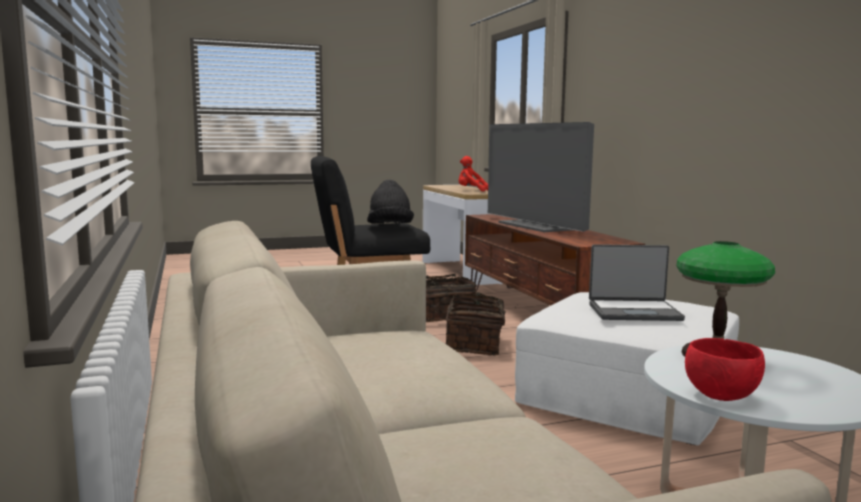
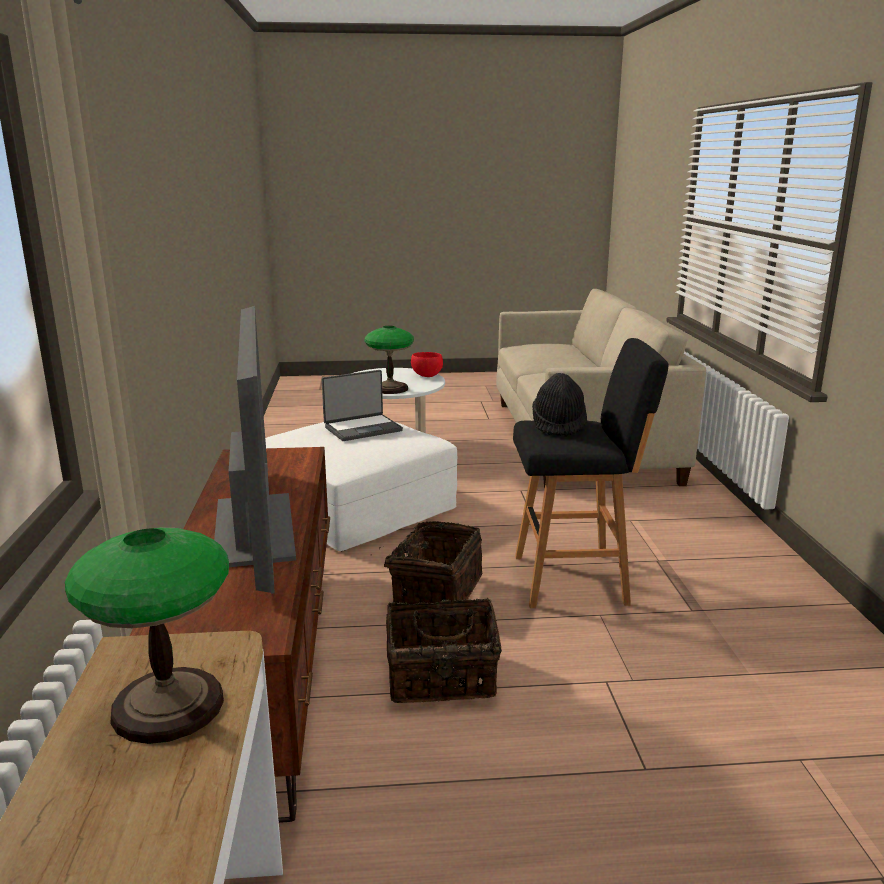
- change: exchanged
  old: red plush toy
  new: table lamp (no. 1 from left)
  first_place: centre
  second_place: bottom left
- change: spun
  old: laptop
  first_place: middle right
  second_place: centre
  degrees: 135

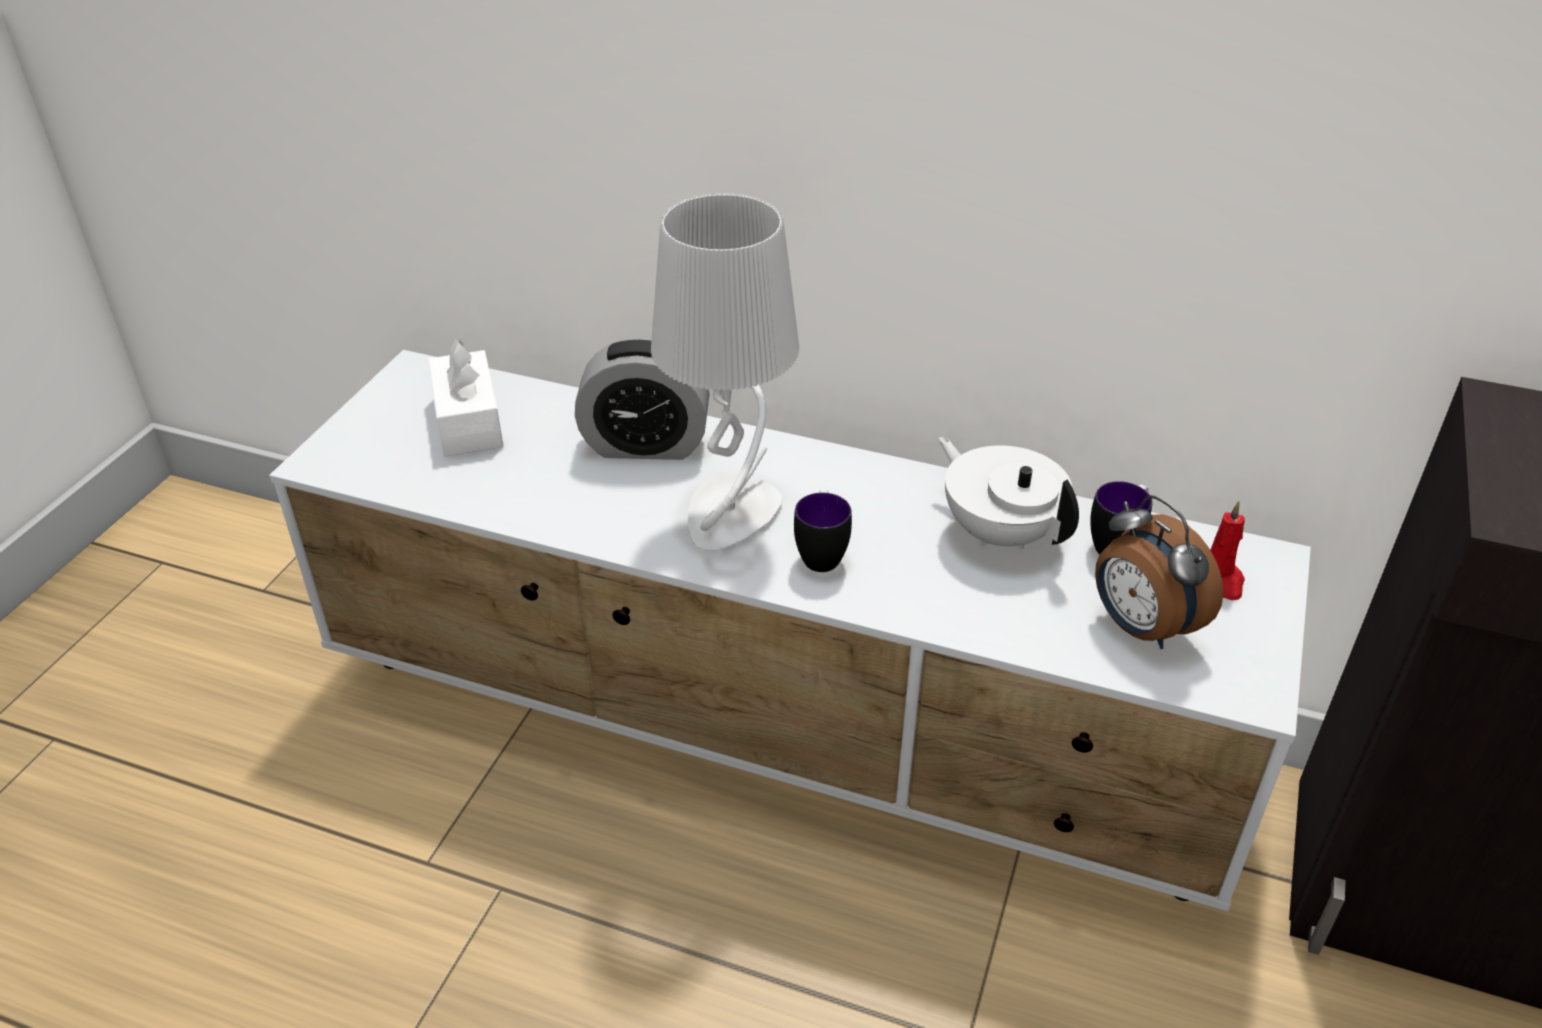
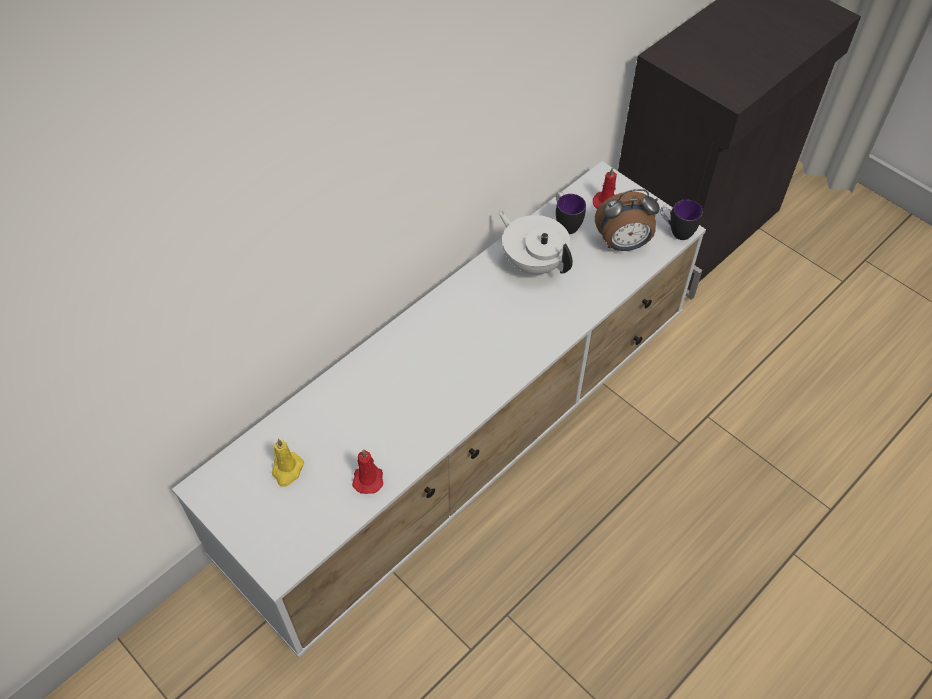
- change: exchanged
  old: white tissue box
  new: yellow candle
  first_place: middle left
  second_place: middle left
- change: missing
  old: alarm clock (no. 1 from left)
  first_place: centre
- change: missing
  old: grey table lamp
  first_place: centre
- change: relocated
  old: mug (no. 1 from left in the first image)
  new: mug (no. 2 from left)
  first_place: centre
  second_place: top right
- change: spun
  old: white teapot
  first_place: centre
  second_place: centre
  degrees: 60
- change: appeared
  new: red candle (no. 1 from left)
  second_place: bottom centre

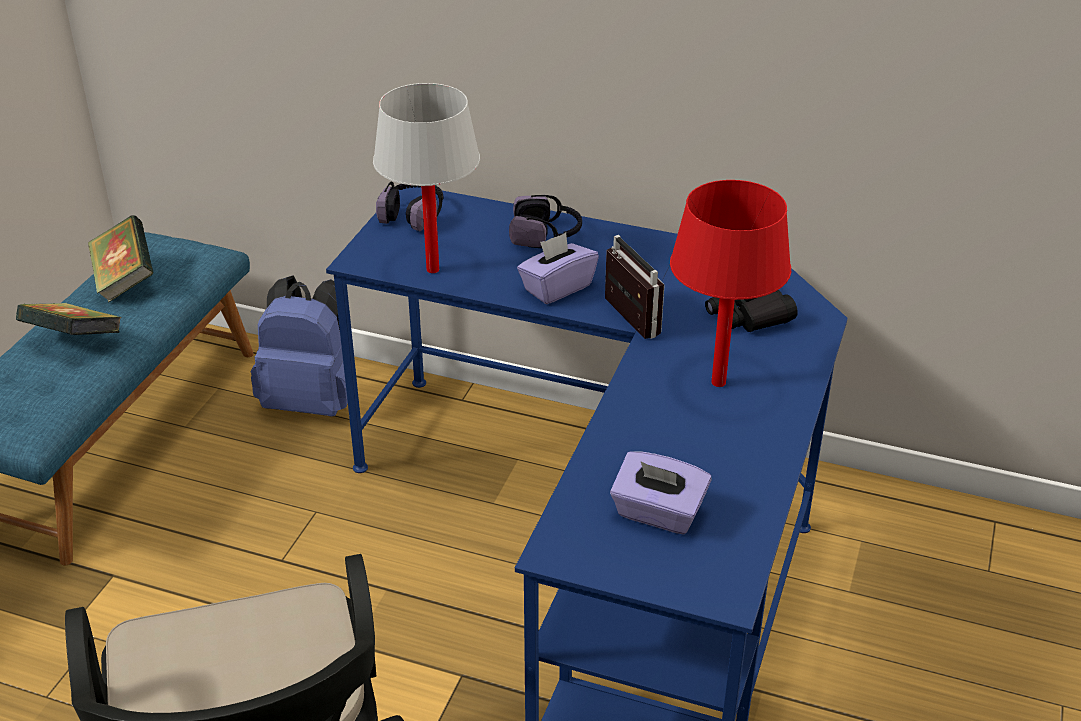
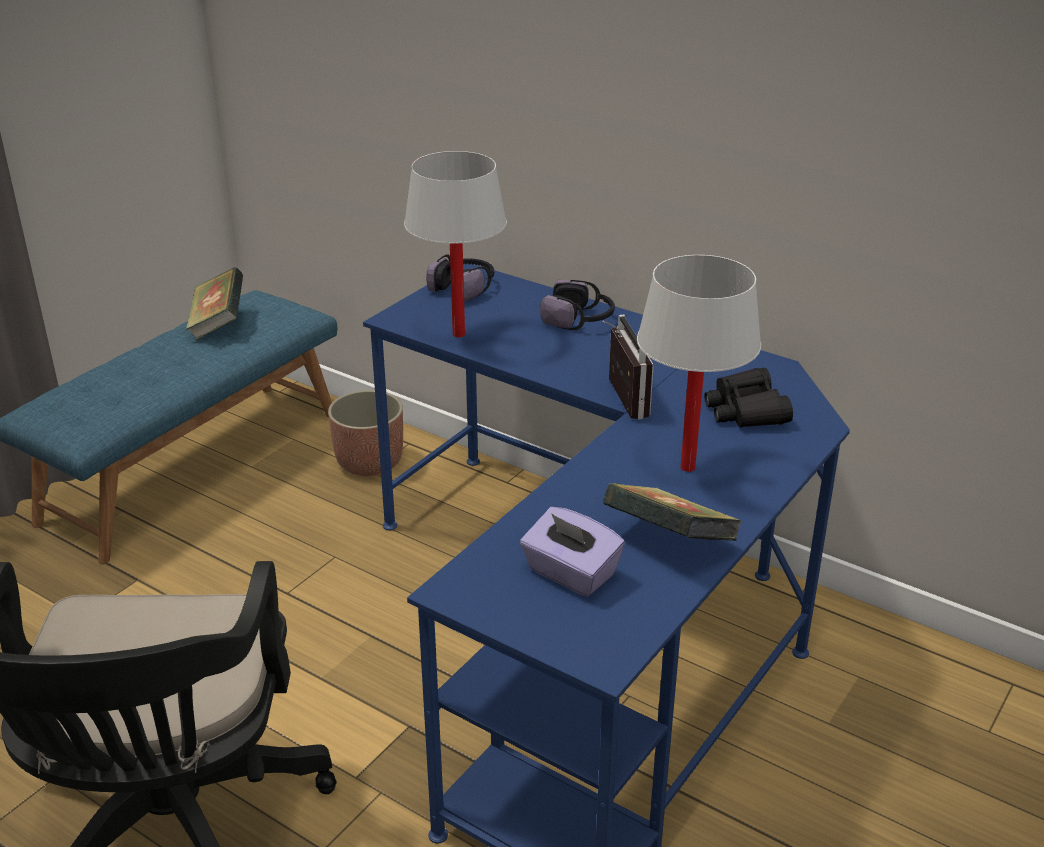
- change: relocated
  old: book (no. 1 from left in the first image)
  new: book (no. 2 from left)
  first_place: middle left
  second_place: centre
- change: exchanged
  old: blue backpack
  new: planter
  first_place: middle left
  second_place: centre
- change: missing
  old: purple tissue box (no. 1 from left)
  first_place: centre
- change: colour
  old: red table lamp
  new: white table lamp (no. 2 from left)
  first_place: middle right
  second_place: middle right

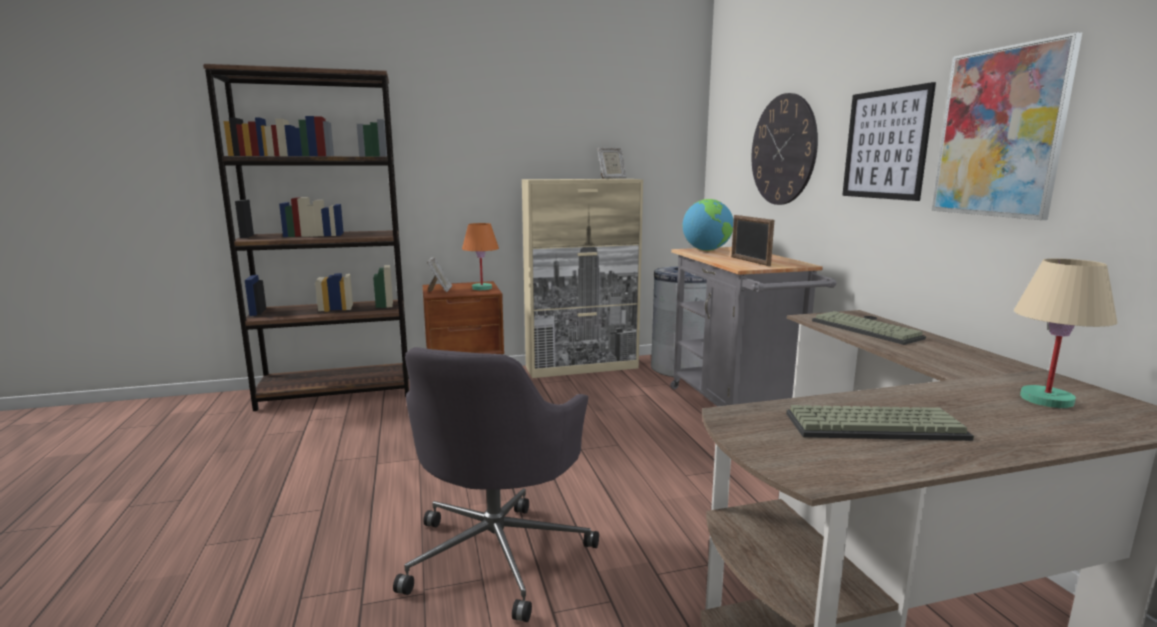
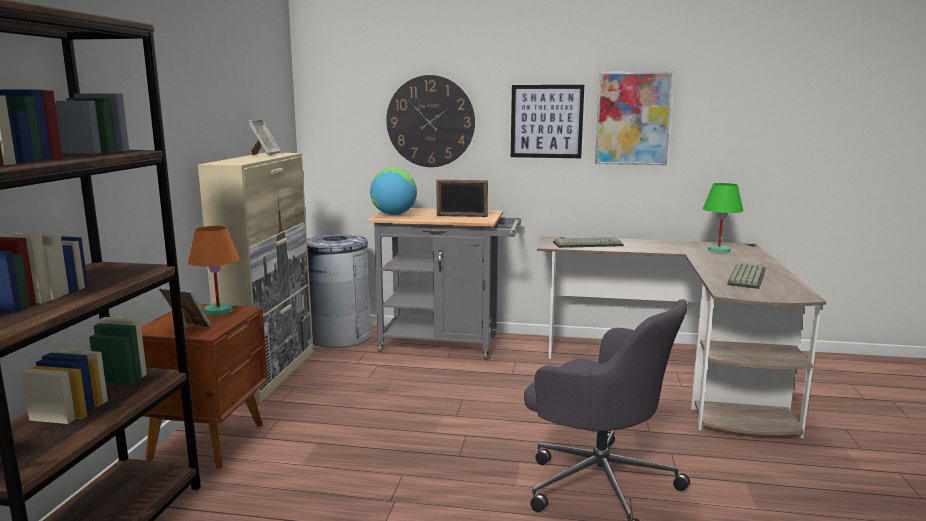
- change: colour
  old: beige table lamp
  new: green table lamp
  first_place: middle right
  second_place: middle right

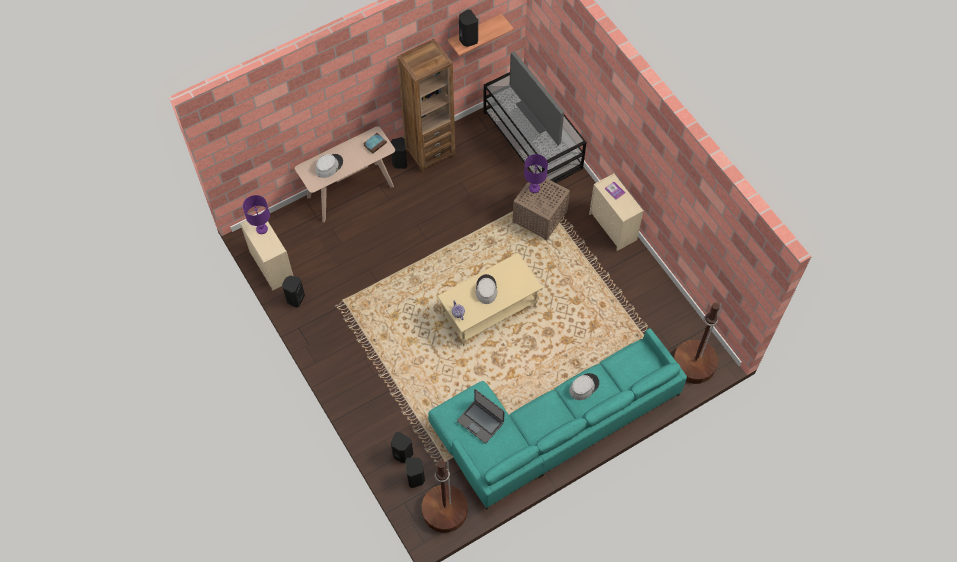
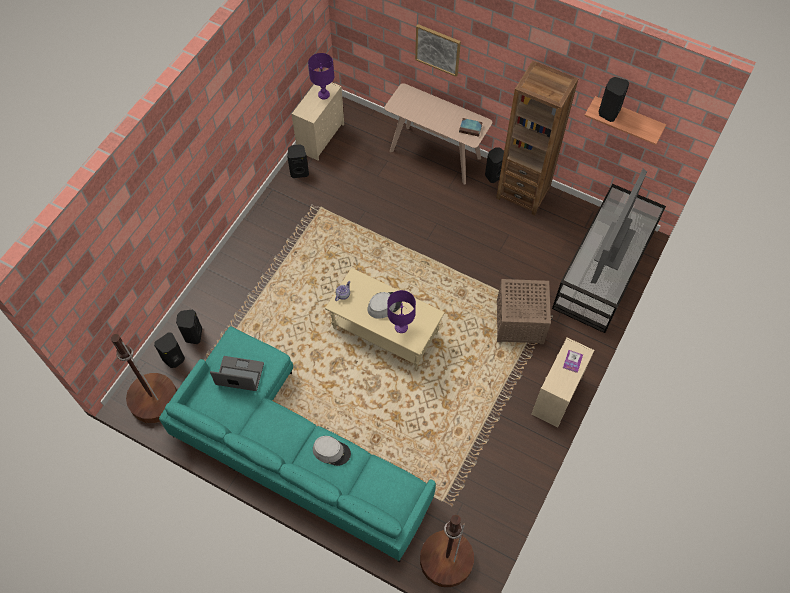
- change: missing
  old: grey hat (no. 1 from left)
  first_place: top centre
- change: spun
  old: laptop
  first_place: bottom centre
  second_place: middle left
  degrees: 90
- change: relocated
  old: purple table lamp (no. 2 from left)
  first_place: top centre
  second_place: centre
- change: appeared
  new: picture
  second_place: top centre

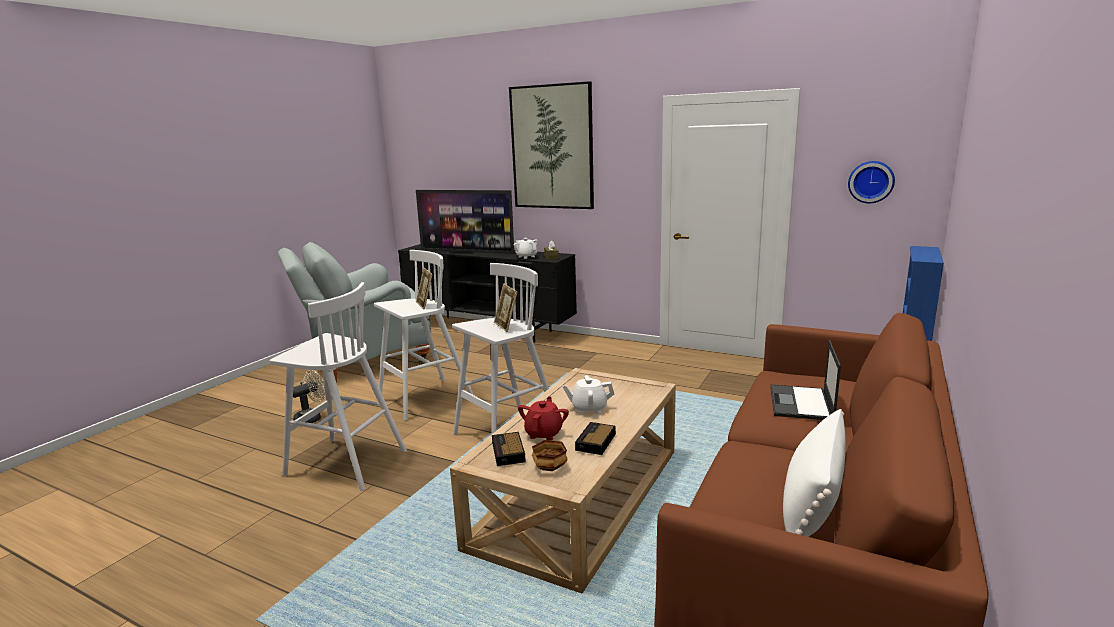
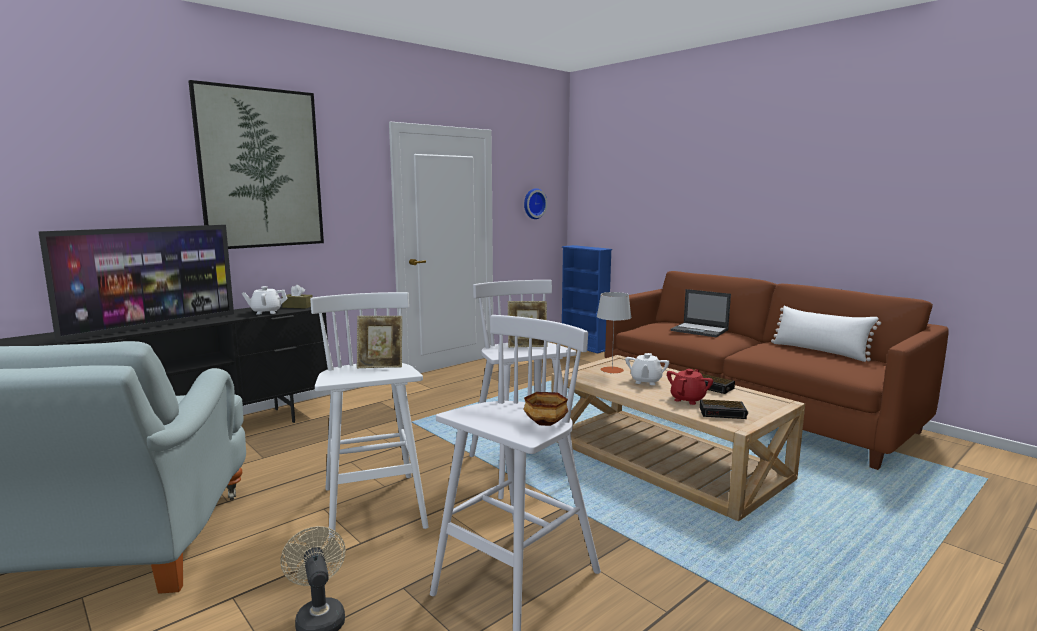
- change: spun
  old: red teapot
  first_place: bottom centre
  second_place: centre
  degrees: 90
- change: relocated
  old: bowl
  first_place: bottom centre
  second_place: centre
- change: appeared
  new: grey table lamp
  second_place: centre

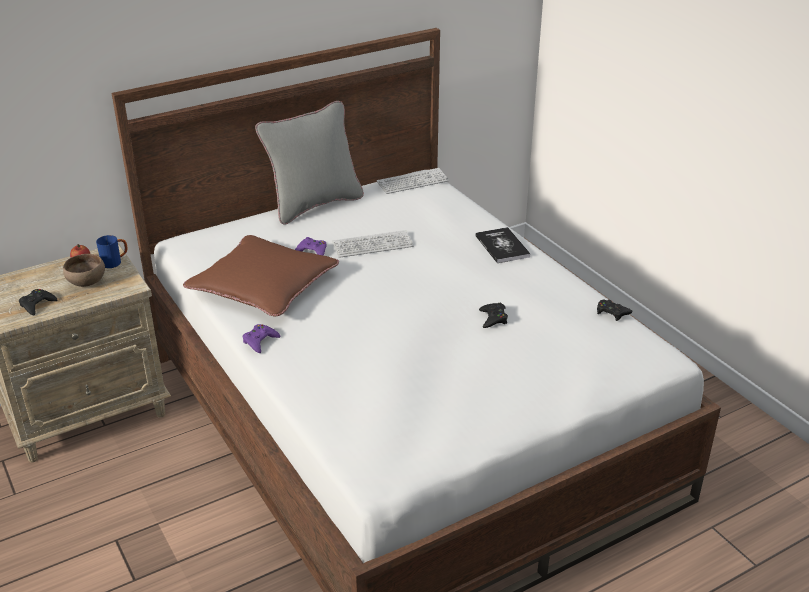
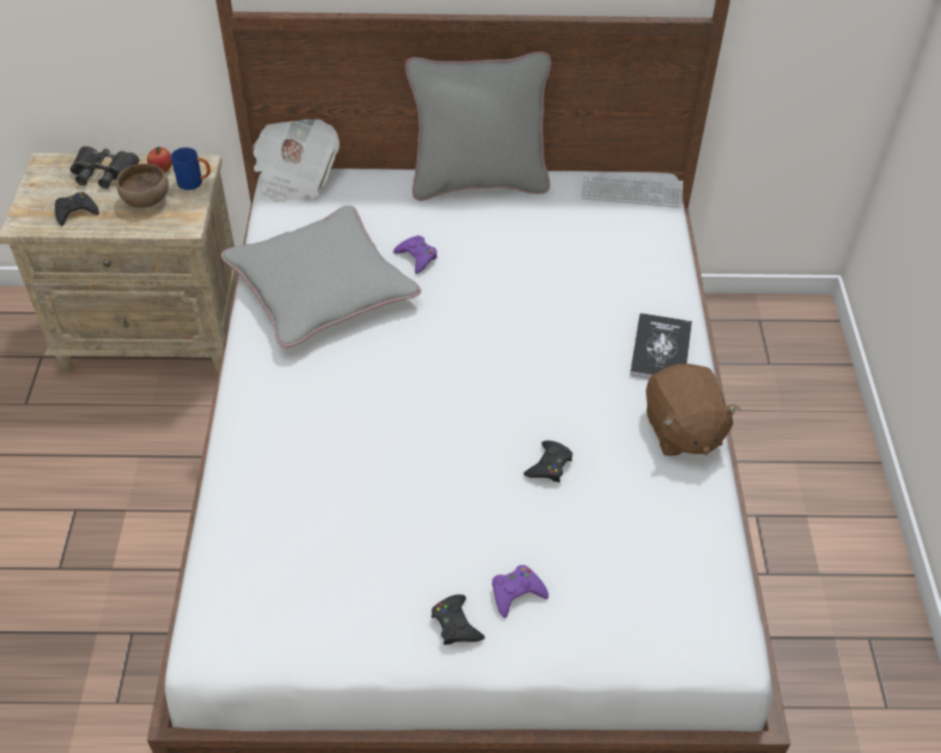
- change: colour
  old: brown pillow
  new: grey pillow (no. 1 from left)
  first_place: middle left
  second_place: centre
- change: relocated
  old: purple game controller (no. 1 from left in the first image)
  new: purple game controller (no. 2 from left)
  first_place: middle left
  second_place: bottom centre
- change: missing
  old: keyboard (no. 1 from left)
  first_place: centre
- change: relocated
  old: black game controller (no. 3 from left in the first image)
  new: black game controller (no. 2 from left)
  first_place: middle right
  second_place: bottom centre
- change: appeared
  new: black binoculars
  second_place: top left
- change: appeared
  new: newspaper
  second_place: top left
- change: appeared
  new: brown plush toy
  second_place: middle right

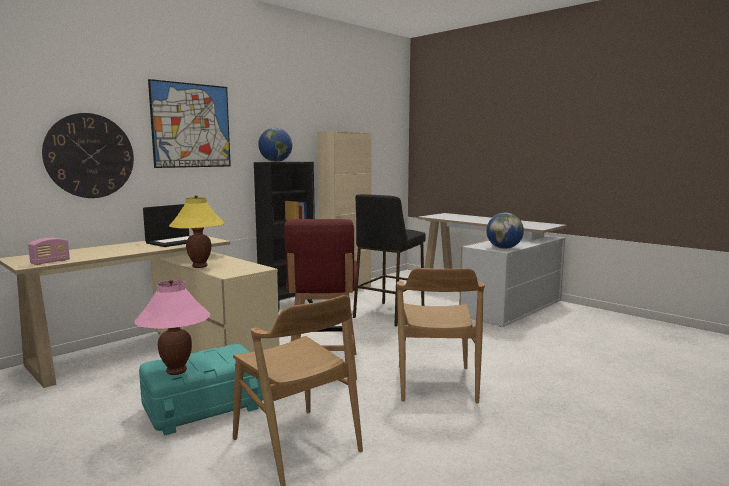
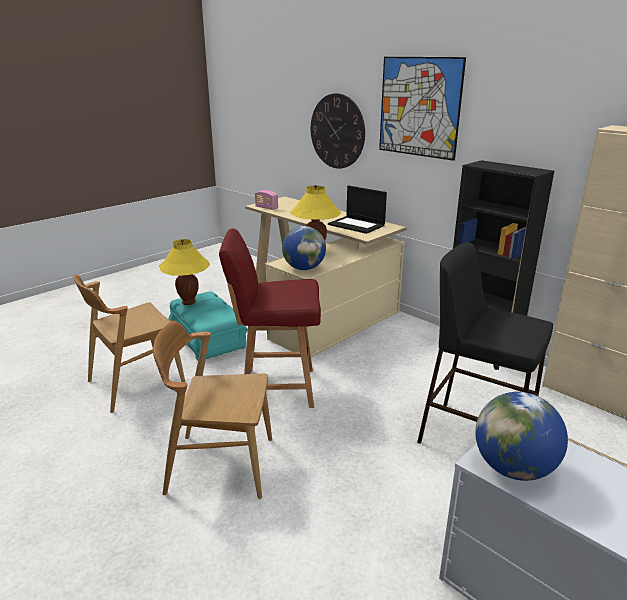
- change: colour
  old: pink table lamp
  new: yellow table lamp (no. 1 from left)
  first_place: bottom left
  second_place: middle left
- change: relocated
  old: globe (no. 1 from left)
  first_place: top centre
  second_place: centre

